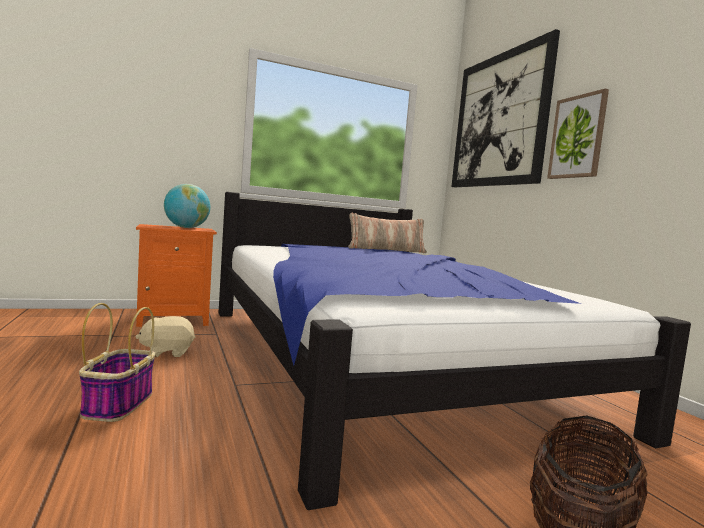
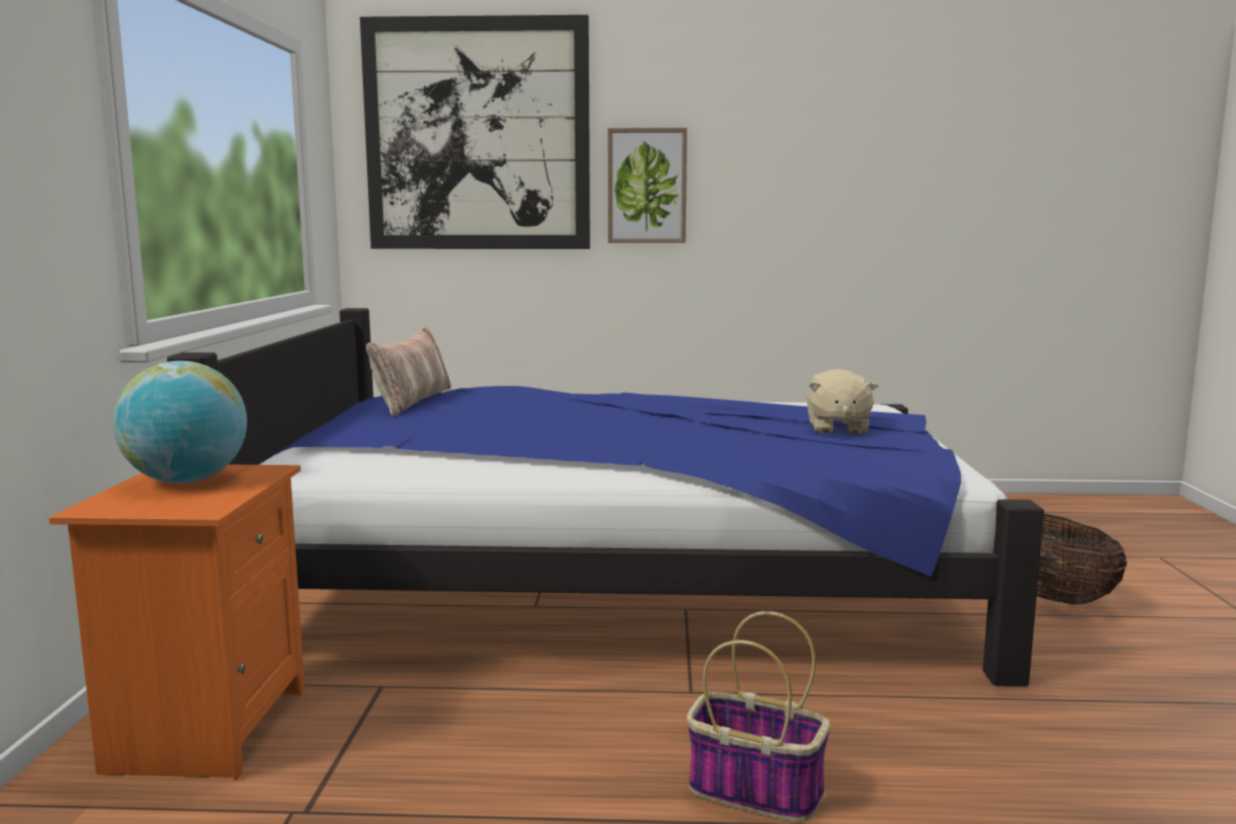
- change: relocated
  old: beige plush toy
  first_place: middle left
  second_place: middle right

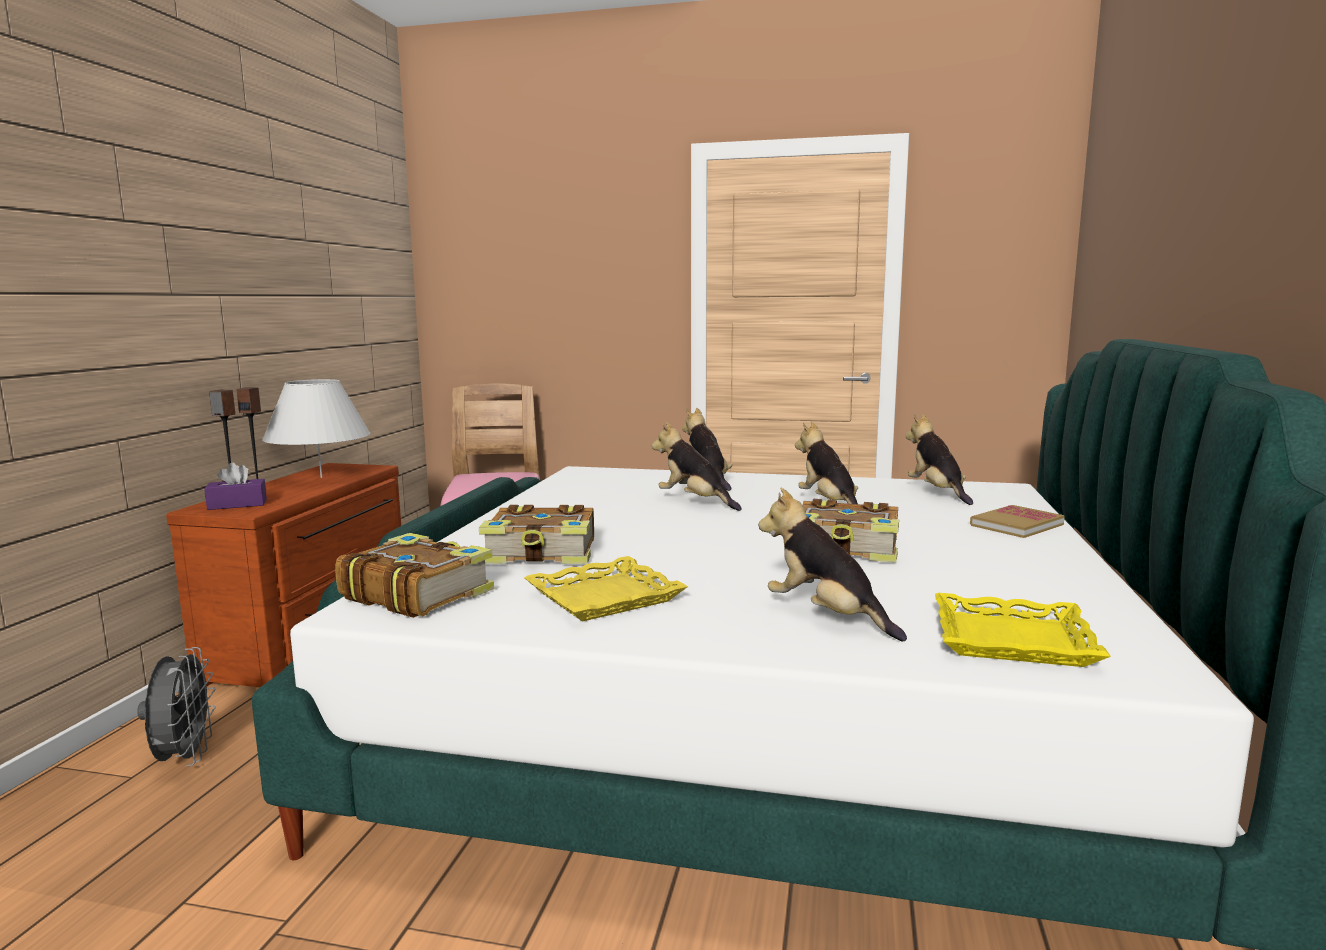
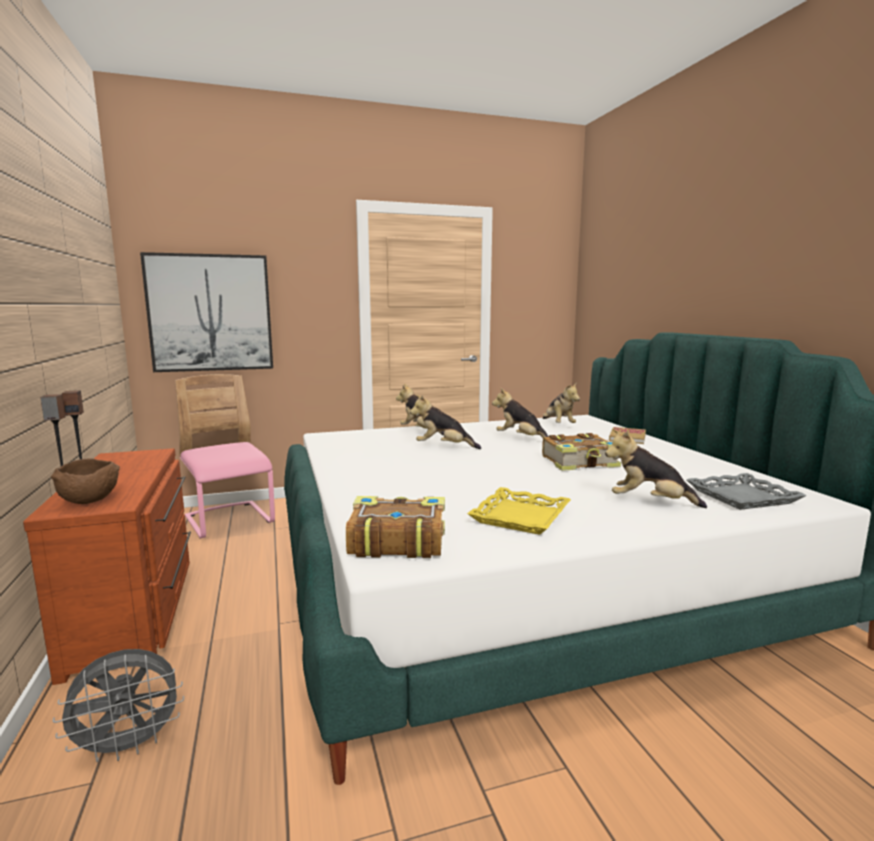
- change: spun
  old: grey fan
  first_place: bottom left
  second_place: bottom left
  degrees: 105
- change: exchanged
  old: purple tissue box
  new: brown bowl
  first_place: middle left
  second_place: middle left
- change: missing
  old: white table lamp
  first_place: middle left
- change: missing
  old: book (no. 2 from left)
  first_place: centre
- change: spun
  old: plush toy (no. 5 from left in the first image)
  first_place: middle right
  second_place: centre
  degrees: -150
- change: colour
  old: yellow tray (no. 2 from left)
  new: grey tray
  first_place: middle right
  second_place: middle right
- change: appeared
  new: picture
  second_place: middle left

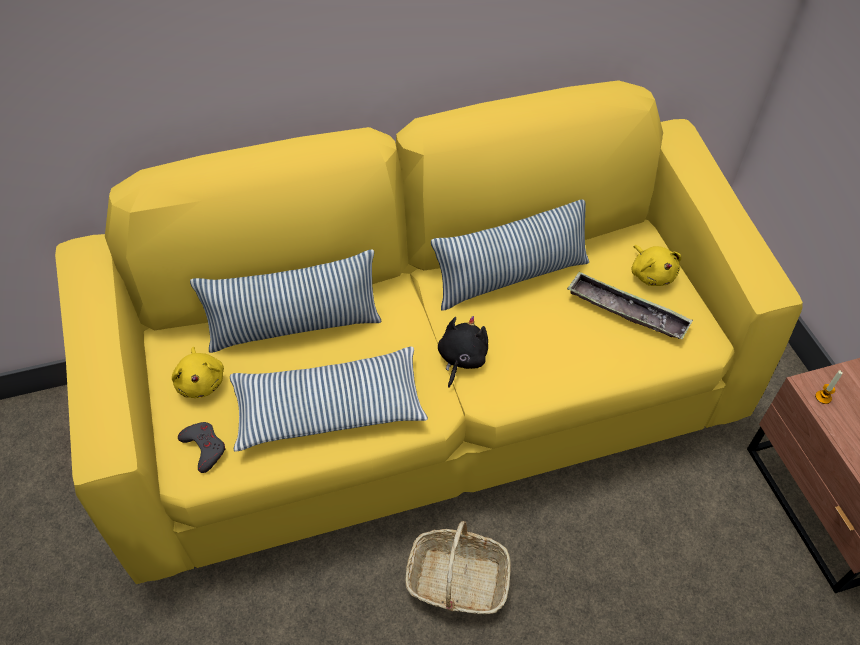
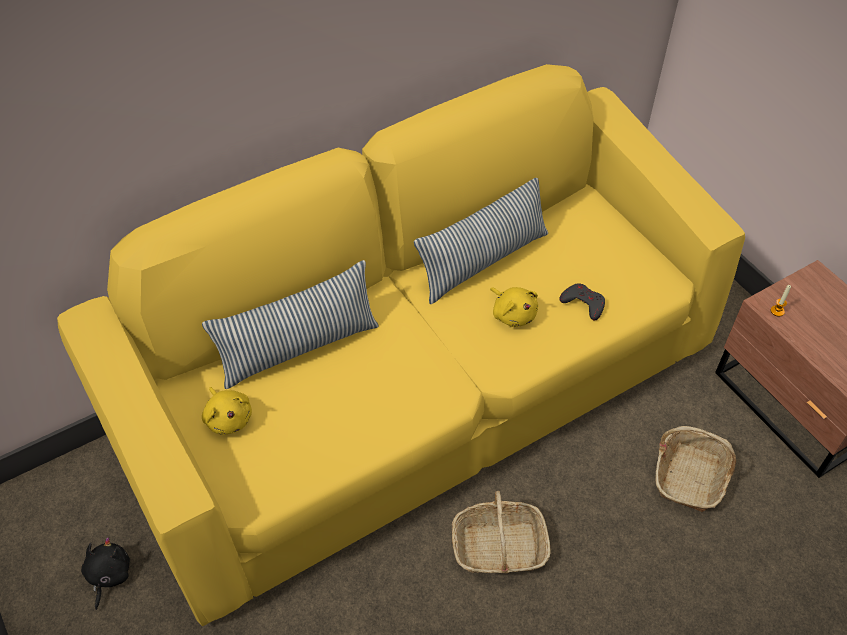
- change: relocated
  old: grey game controller
  first_place: bottom left
  second_place: middle right
- change: missing
  old: pillow (no. 2 from left)
  first_place: centre
- change: relocated
  old: black plush toy
  first_place: centre
  second_place: bottom left
- change: missing
  old: tray
  first_place: middle right
- change: relocated
  old: yellow plush toy (no. 2 from left)
  first_place: middle right
  second_place: centre
- change: appeared
  new: basket (no. 2 from left)
  second_place: bottom right

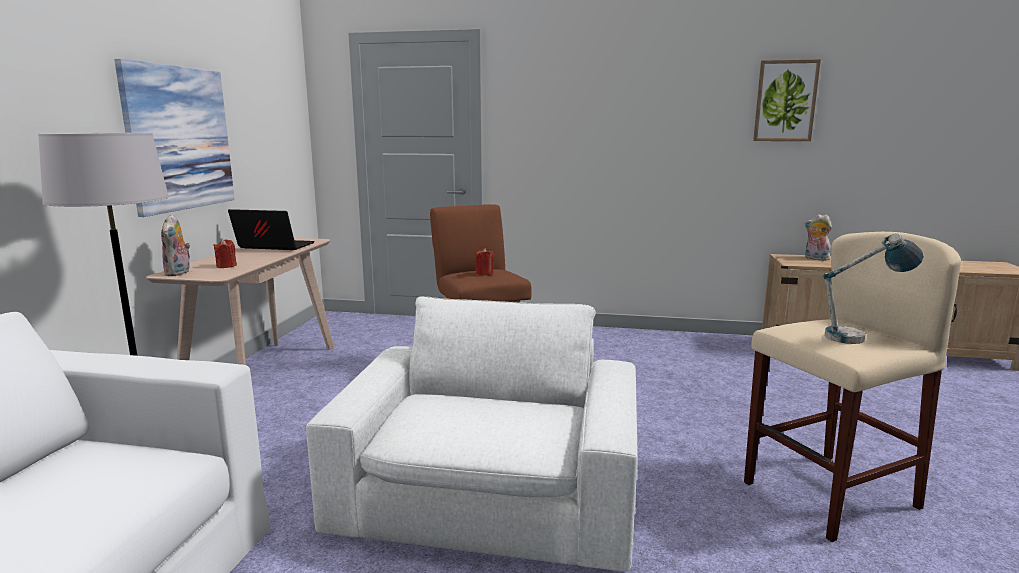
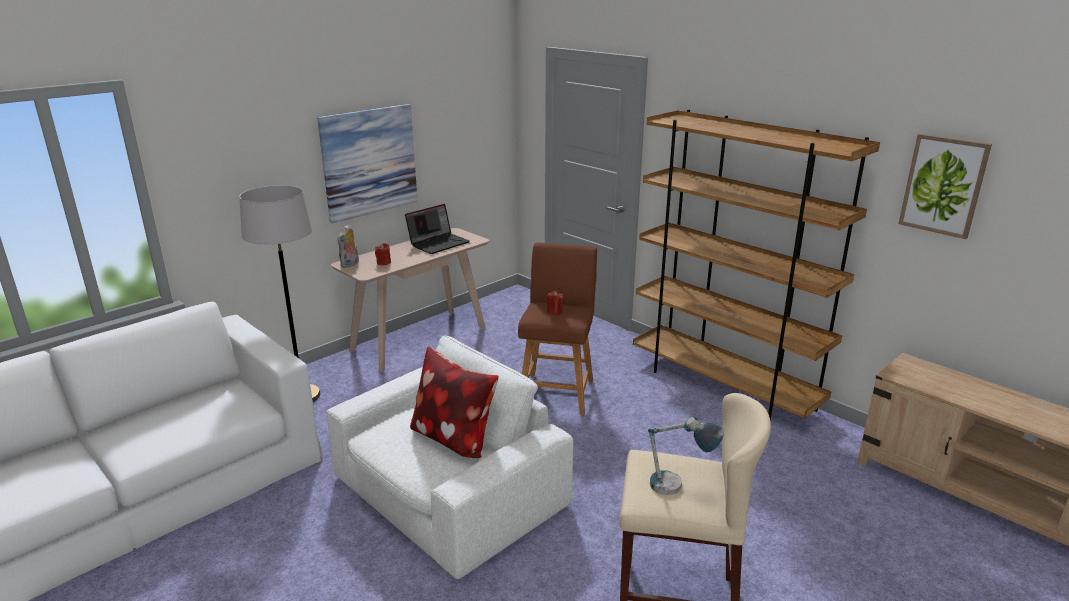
- change: spun
  old: laptop
  first_place: middle left
  second_place: centre
  degrees: 90
- change: missing
  old: plush toy (no. 2 from left)
  first_place: middle right
- change: appeared
  new: pillow
  second_place: bottom centre
- change: appeared
  new: brown bookcase
  second_place: middle right

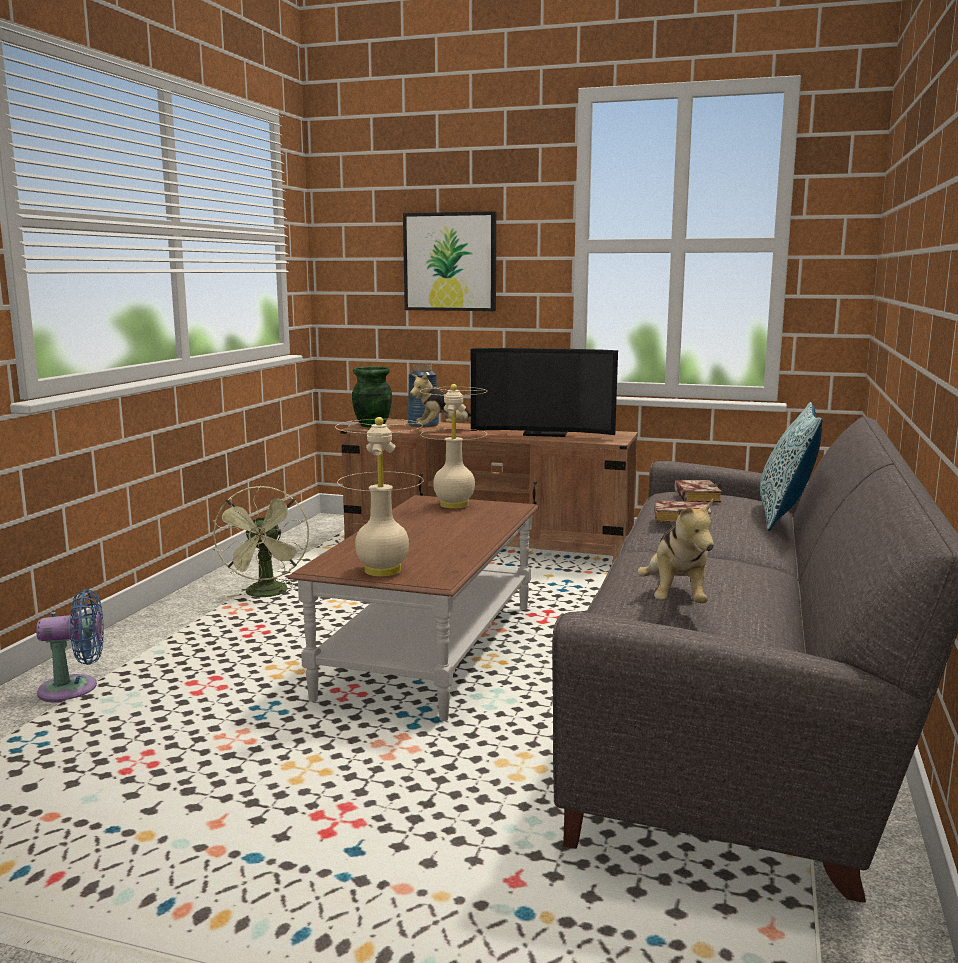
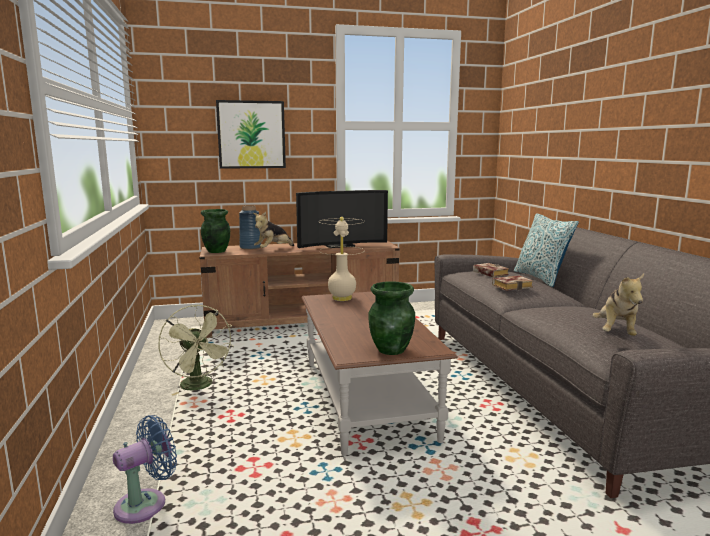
- change: exchanged
  old: beige table lamp (no. 1 from left)
  new: green vase (no. 2 from left)
  first_place: centre
  second_place: centre
- change: spun
  old: plush toy (no. 2 from left)
  first_place: middle right
  second_place: middle right
  degrees: 45

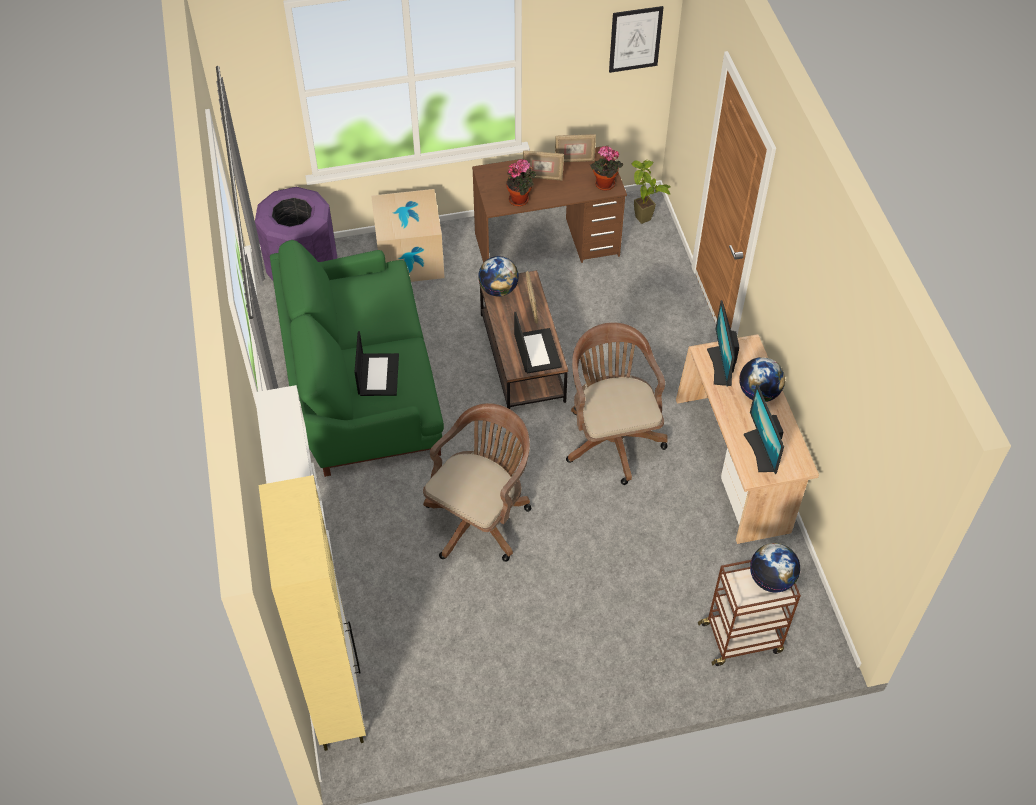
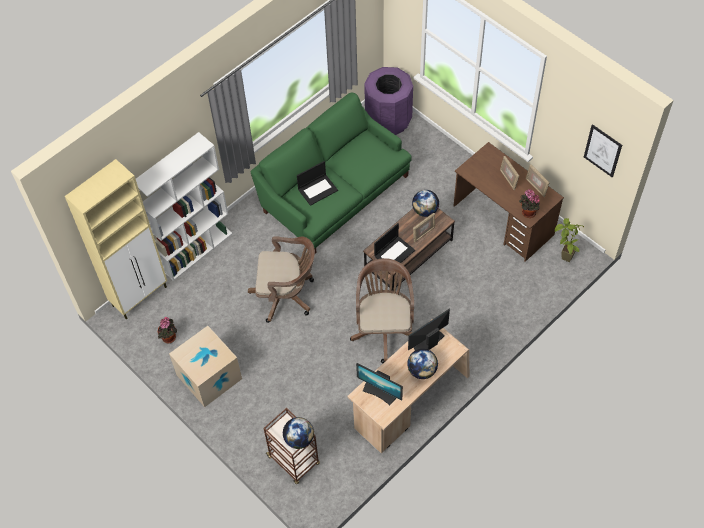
- change: relocated
  old: cardboard box
  first_place: top centre
  second_place: bottom left
- change: relocated
  old: potted plant (no. 1 from left)
  first_place: top centre
  second_place: middle left
- change: spun
  old: brown office chair (no. 2 from left)
  first_place: centre
  second_place: centre
  degrees: -45
- change: spun
  old: monitor (no. 2 from left in the first image)
  first_place: middle right
  second_place: bottom centre
  degrees: -105

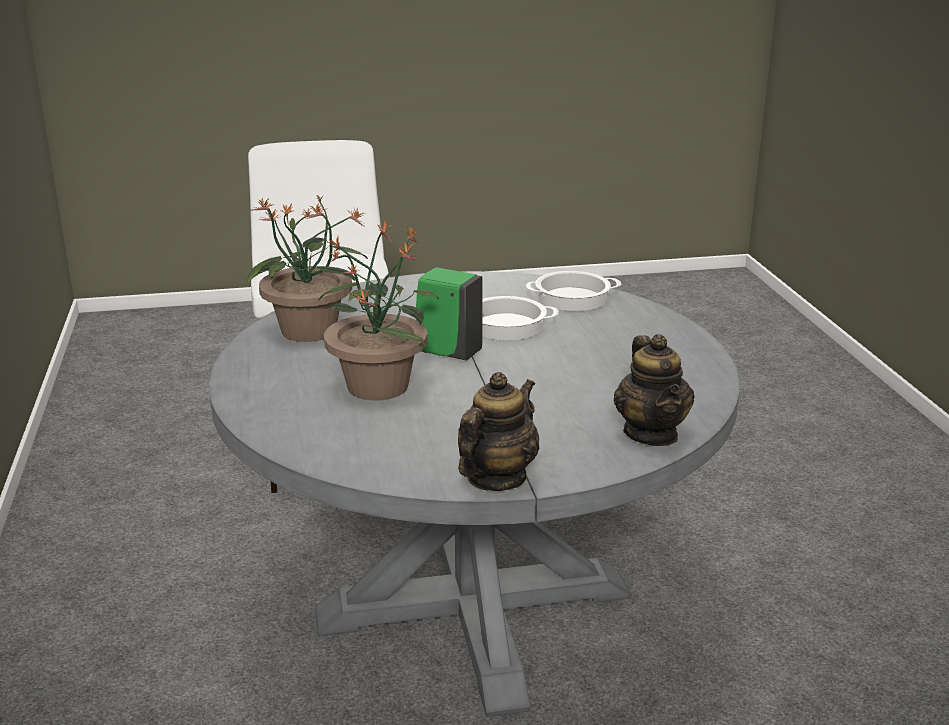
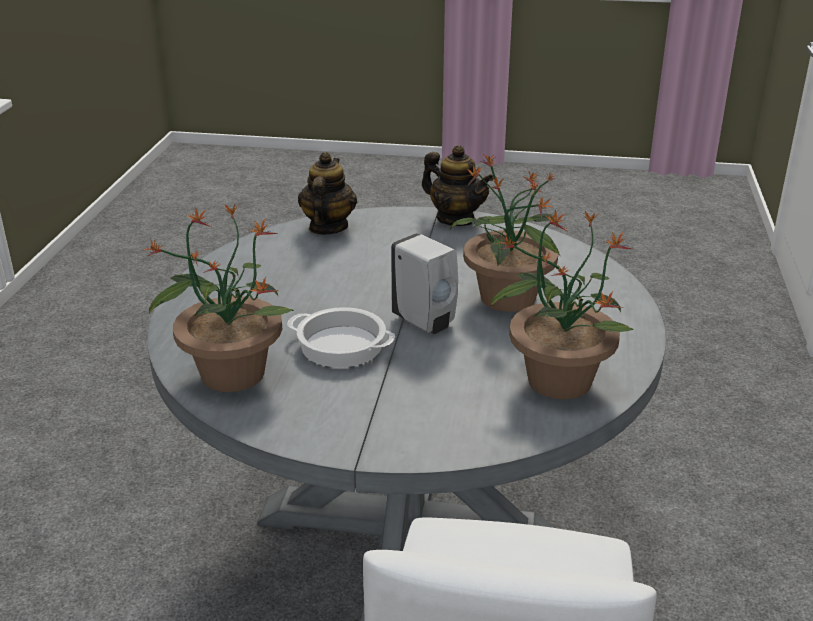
- change: colour
  old: green soap dispenser
  new: white soap dispenser
  first_place: centre
  second_place: centre
- change: spun
  old: teapot (no. 1 from left in the first image)
  first_place: centre
  second_place: top centre
  degrees: -105
- change: exchanged
  old: cooking pot (no. 2 from left)
  new: potted plant (no. 1 from left)
  first_place: centre
  second_place: middle left

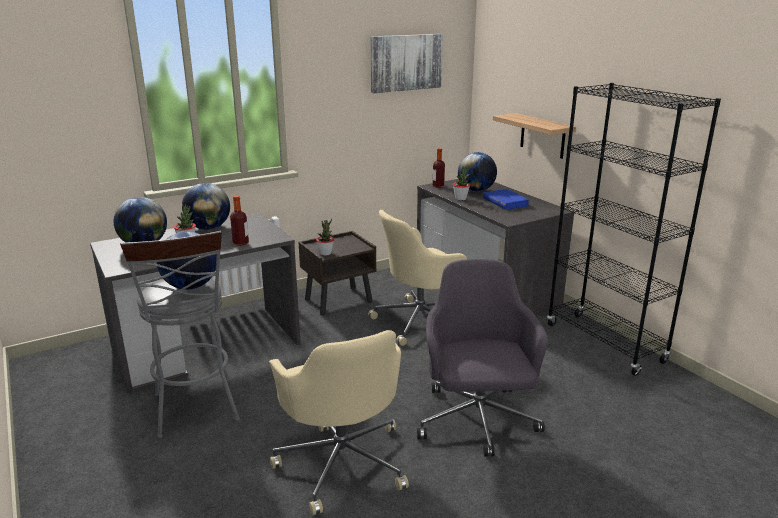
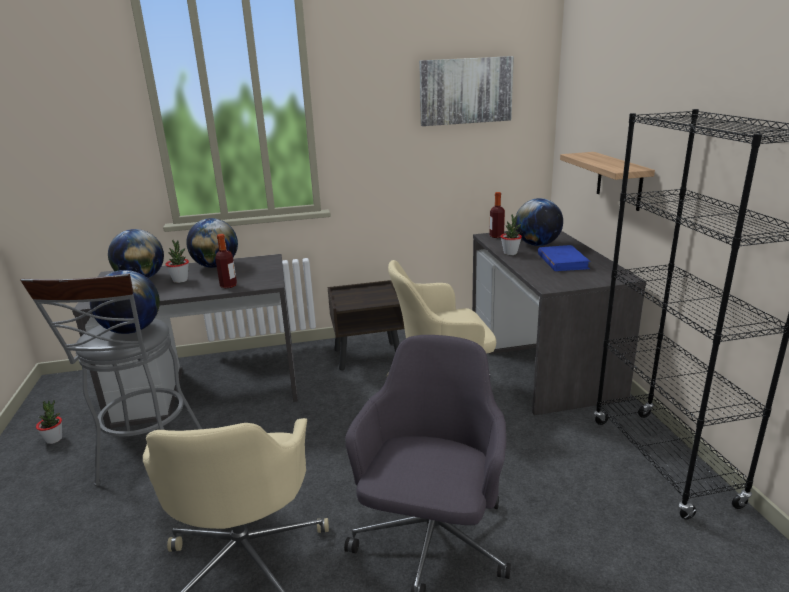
- change: relocated
  old: potted plant (no. 2 from left in the first image)
  new: potted plant (no. 1 from left)
  first_place: centre
  second_place: bottom left

